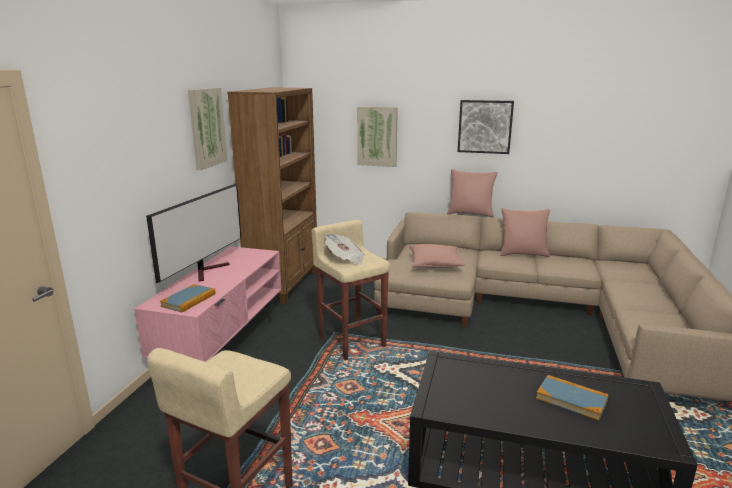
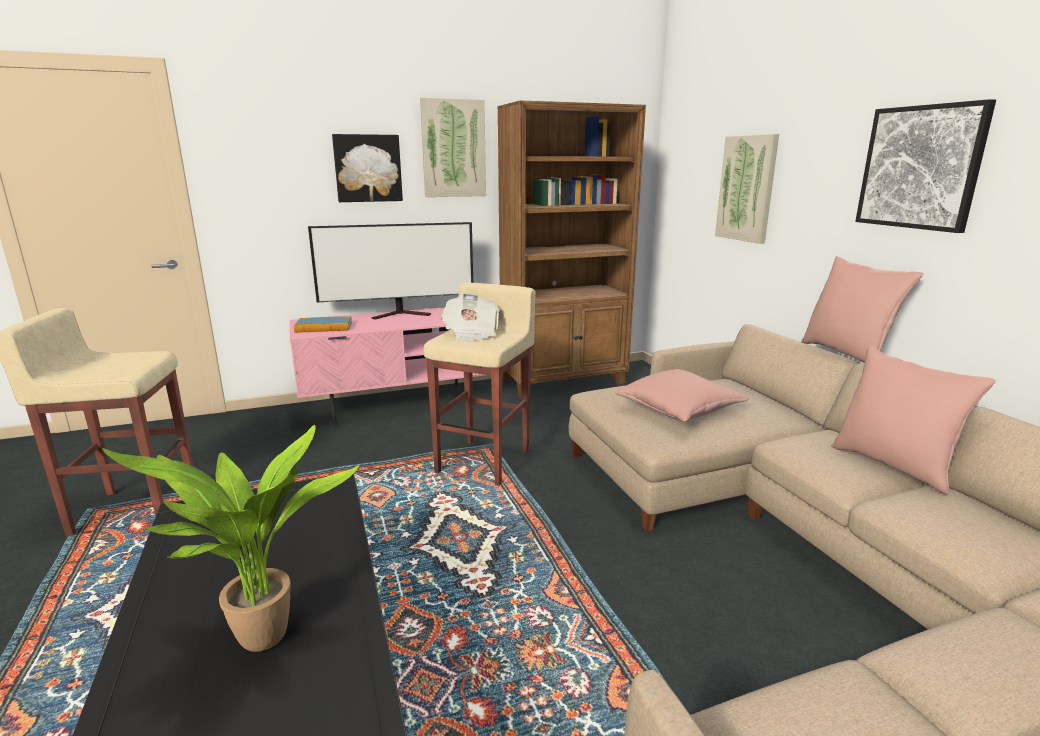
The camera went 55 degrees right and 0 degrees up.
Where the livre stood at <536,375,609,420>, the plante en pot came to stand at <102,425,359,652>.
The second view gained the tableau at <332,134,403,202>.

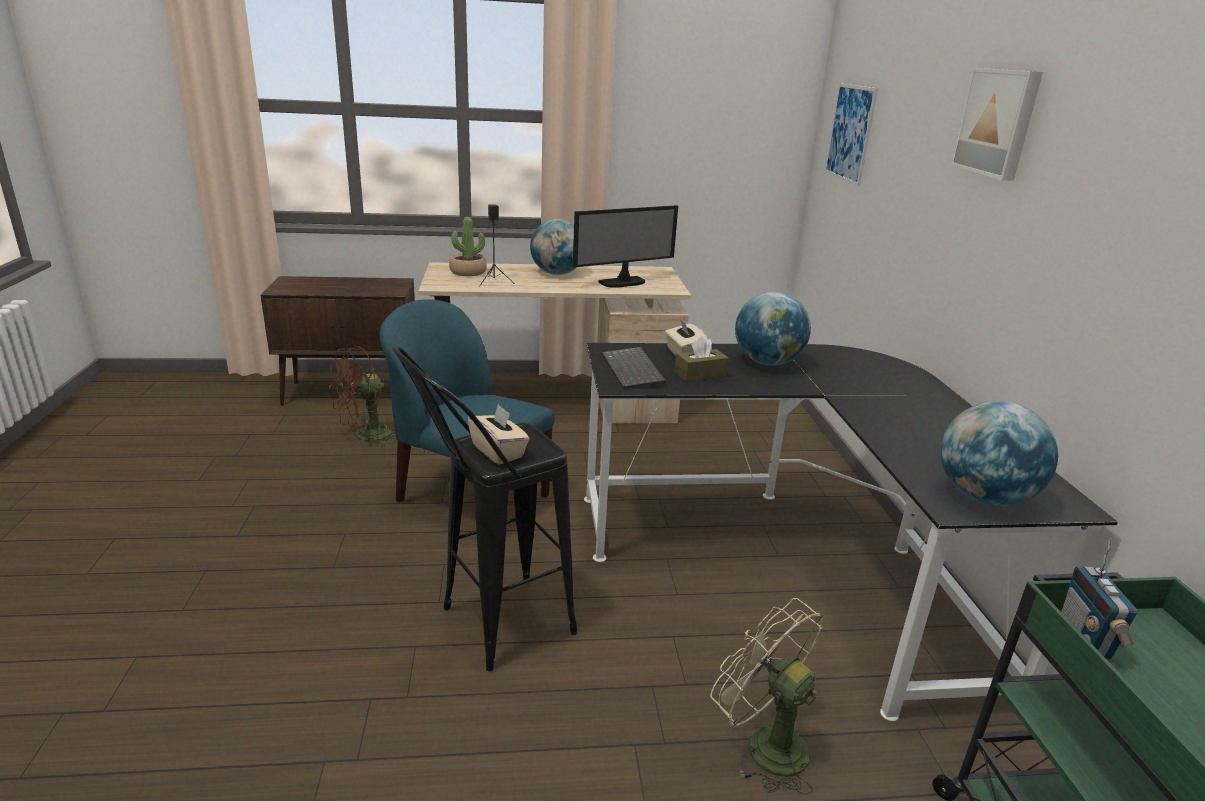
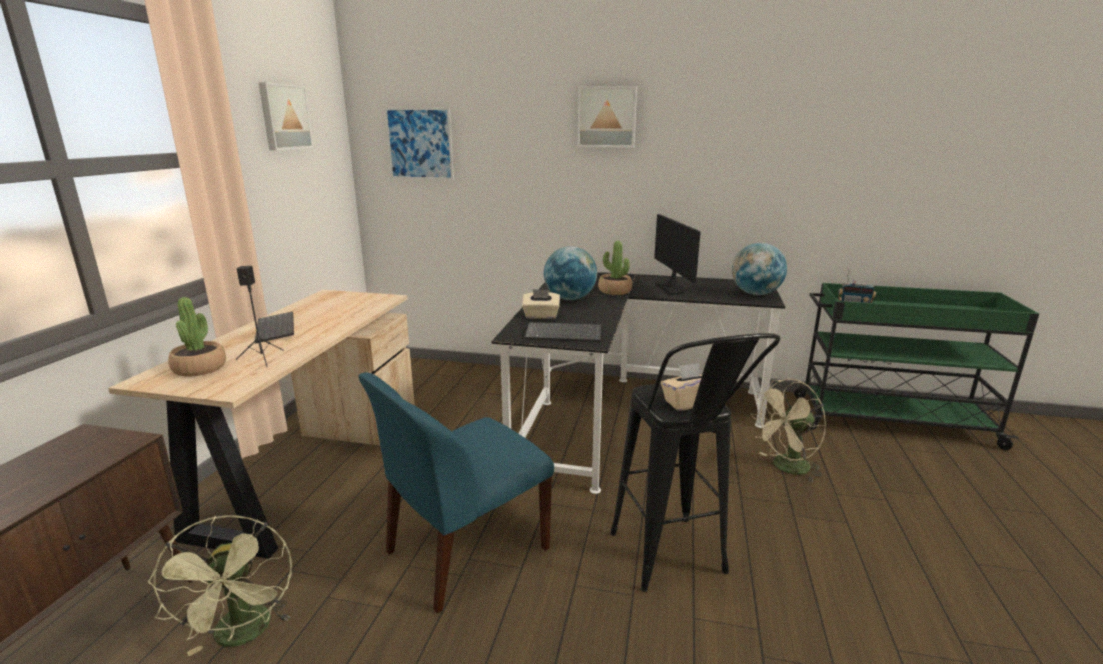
The camera went 70 degrees left and 5 degrees down.
What was the ventilateur/marron at <329,346,397,447> turned into the ventilateur/vert at <148,515,292,656>.
Where the globe stood at <530,219,576,275>, the clavier came to stand at <255,311,294,344>.
The écran d'ordinateur ended up elsewhere, having gone from <573,205,678,288> to <654,214,701,295>.
The second view lost the boîte à mouchoirs/marron at <674,336,729,381>.
The second view gained the tableau at <258,82,314,151>.
The second view gained the plante en pot at <598,241,632,295>.

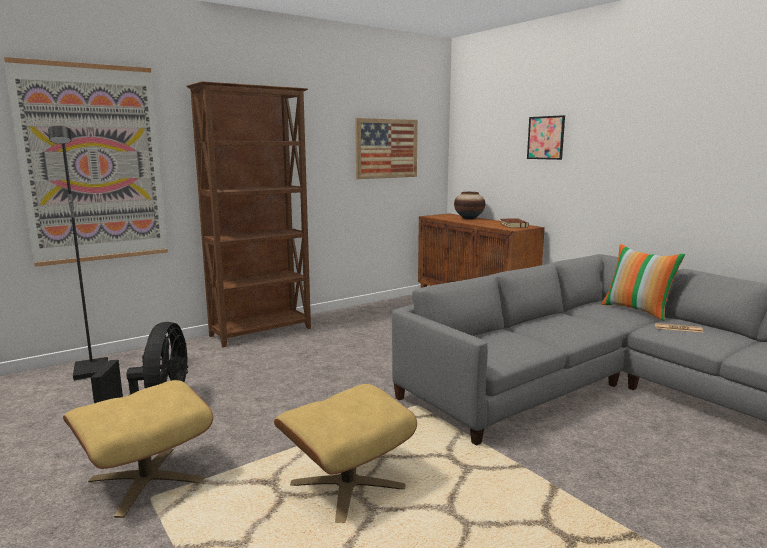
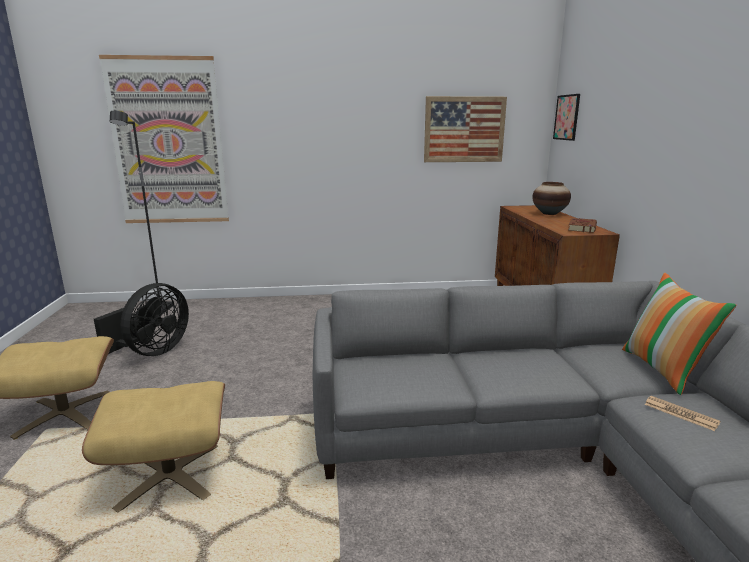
The camera went 30 degrees right and 5 degrees up.
The second view lost the bibliothèque/marron at <186,81,311,347>.
The tableau ended up elsewhere, having gone from <527,115,565,160> to <553,94,580,141>.

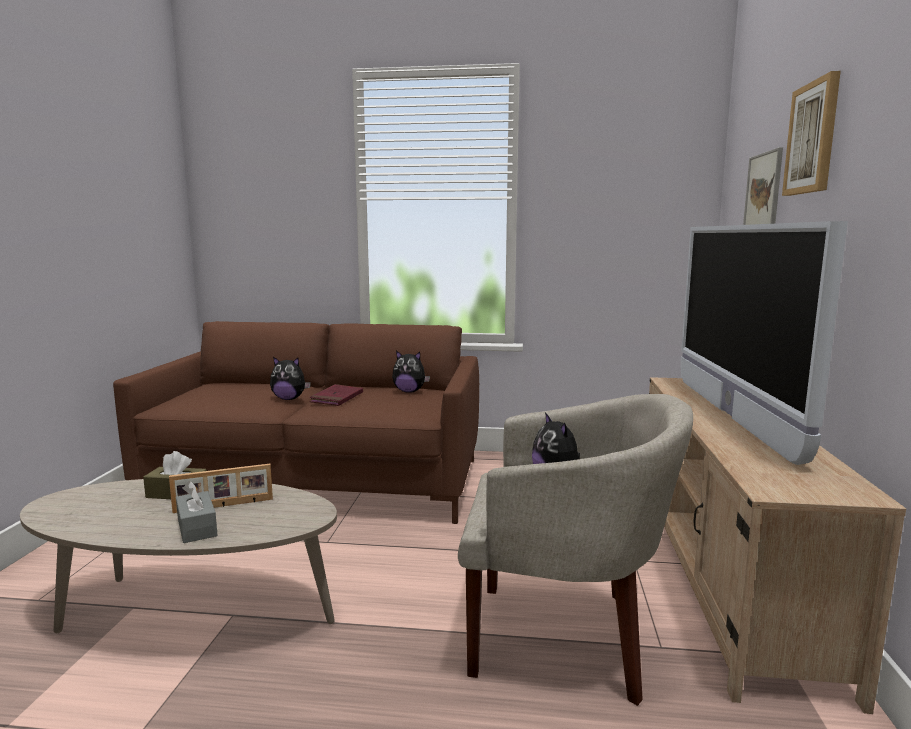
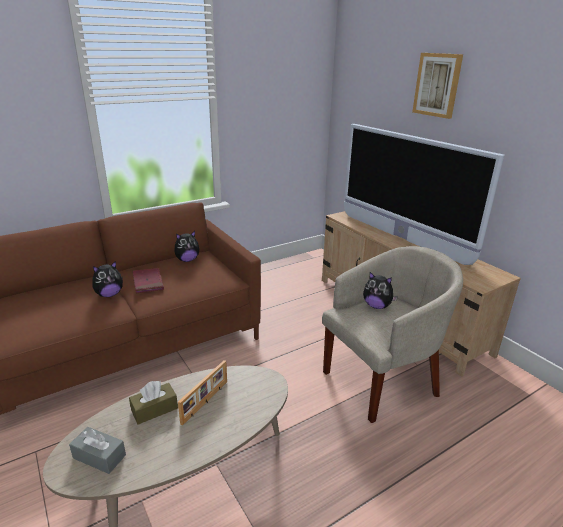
The camera went 40 degrees left and 15 degrees up.
The boîte à mouchoirs/gris ended up elsewhere, having gone from <176,481,218,543> to <69,427,126,474>.
The second view lost the tableau at <743,147,783,225>.

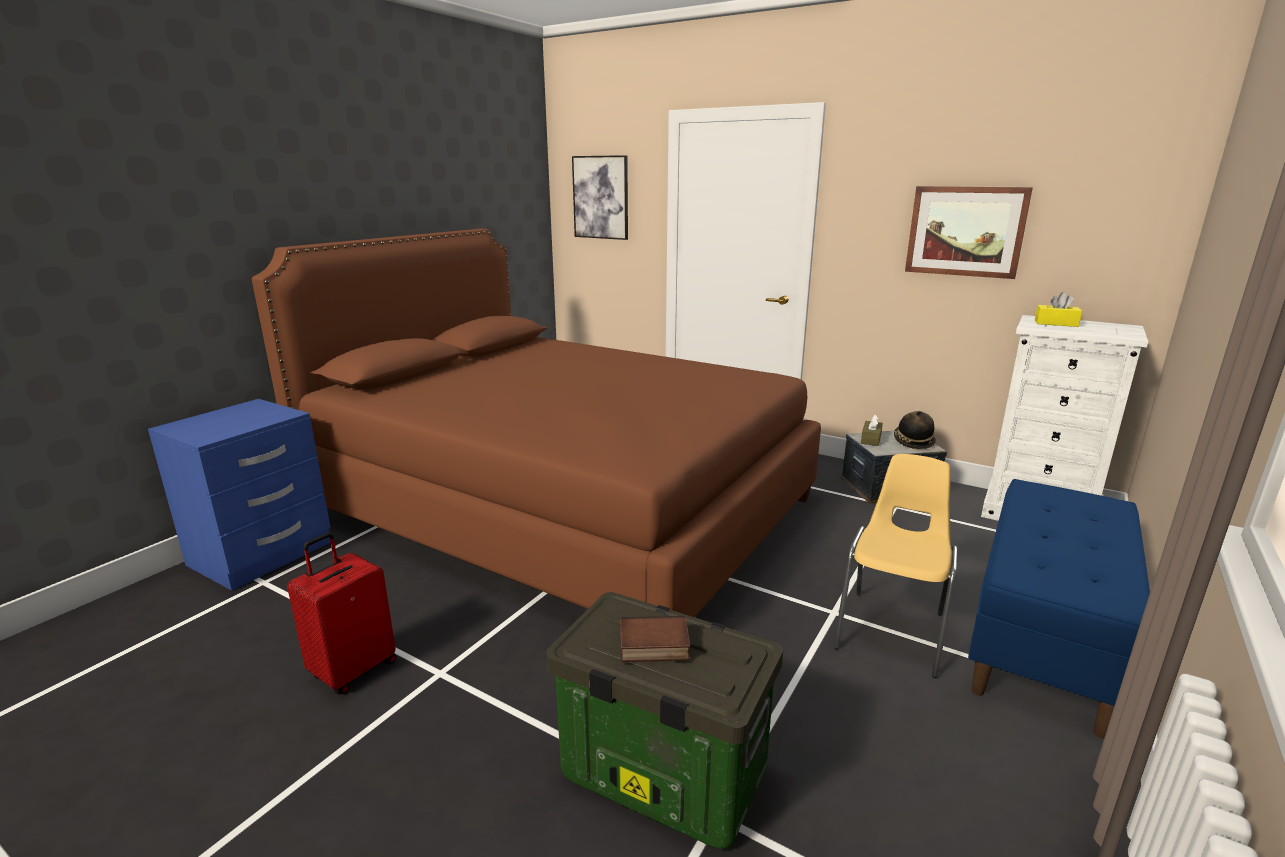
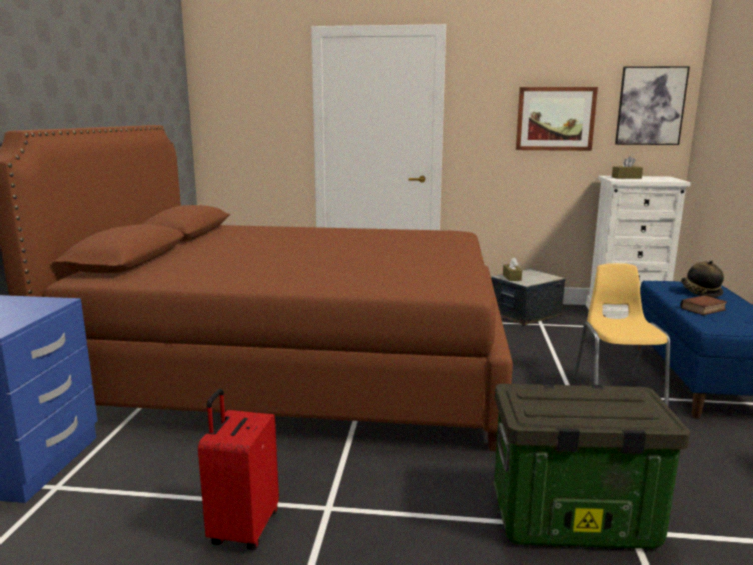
The camera went 25 degrees left and 5 degrees down.
The tableau ended up elsewhere, having gone from <572,155,628,240> to <615,66,690,145>.
The livre ended up elsewhere, having gone from <620,616,691,662> to <680,295,727,315>.
The chapeau ended up elsewhere, having gone from <894,411,936,449> to <681,260,724,297>.
What was the boîte à mouchoirs/jaune at <1035,292,1082,327> turned into the boîte à mouchoirs/marron at <612,156,643,179>.

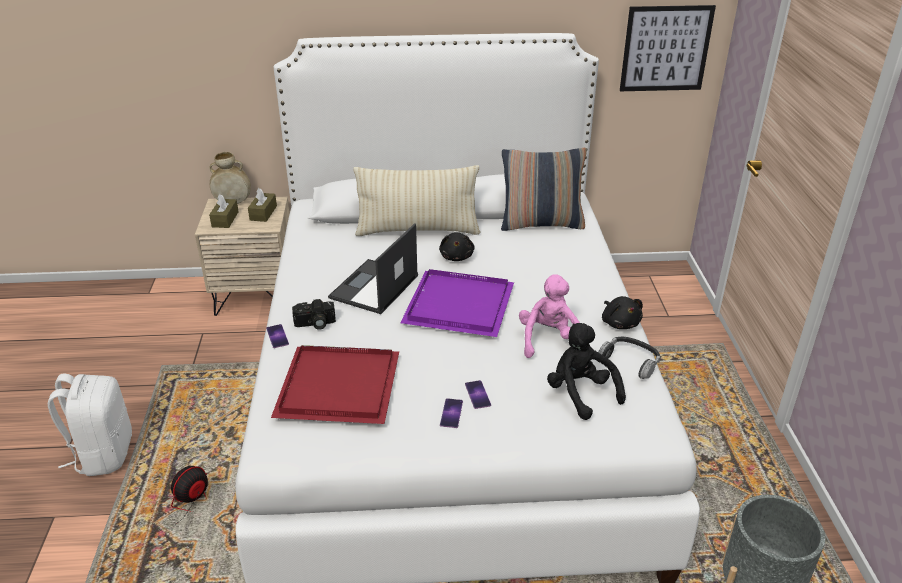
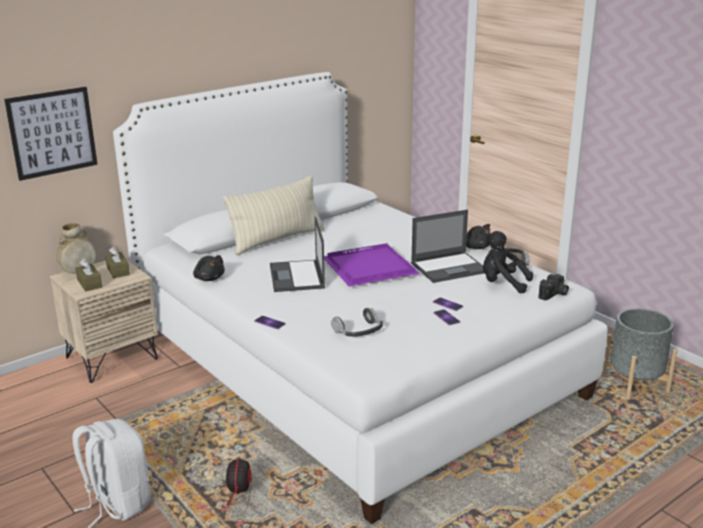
The camera went 35 degrees left and 10 degrees down.
Where the plateau/rouge stood at <271,345,399,424>, the casque audio came to stand at <331,308,383,337>.
The appareil photo ended up elsewhere, having gone from <292,299,336,330> to <538,274,569,300>.
The peluche/noir ended up elsewhere, having gone from <439,232,475,261> to <193,255,225,281>.
The second view lost the coussin at <501,148,587,231>.
Where the peluche/rose stood at <519,274,580,358>, the ordinateur portable came to stand at <411,210,484,283>.
The tableau ended up elsewhere, having gone from <620,5,716,91> to <4,87,98,181>.

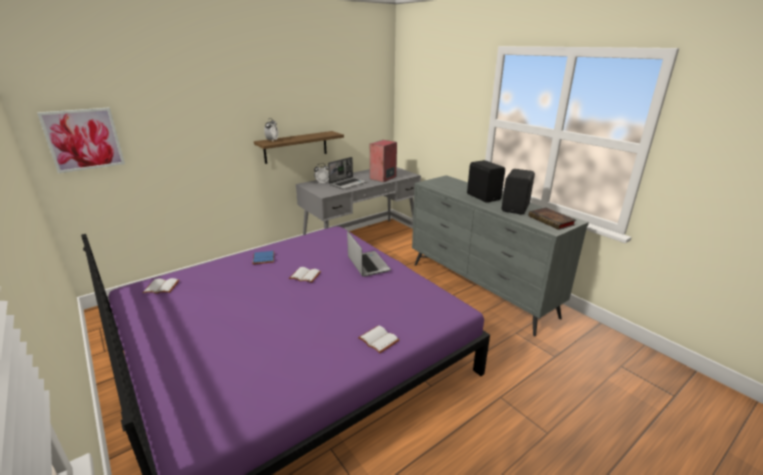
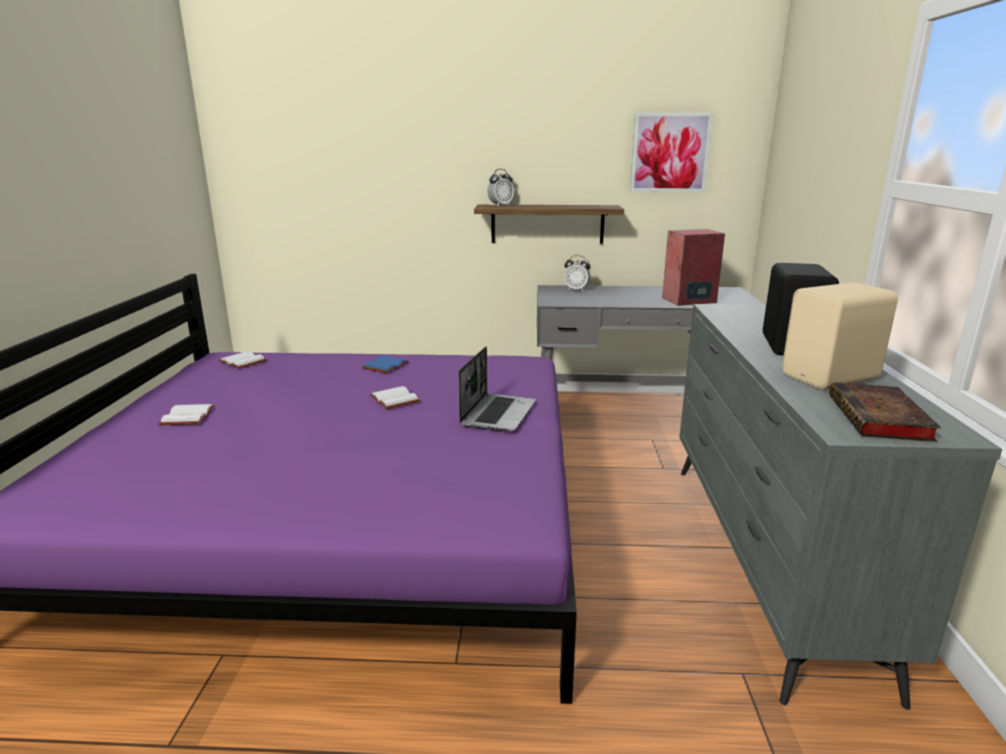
The camera went 40 degrees right and 5 degrees down.
The tableau ended up elsewhere, having gone from <37,107,125,173> to <630,113,713,192>.
The second view lost the ordinateur portable at <328,157,367,189>.
The livre/blanc ended up elsewhere, having gone from <358,326,399,354> to <158,404,215,425>.
What was the enceinte/noir at <502,169,535,215> turned into the enceinte/beige at <782,282,898,389>.

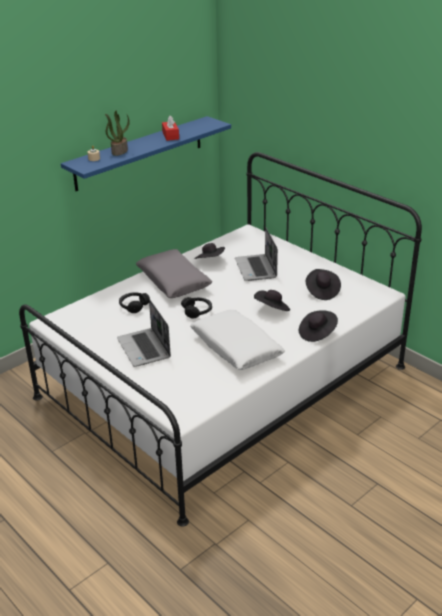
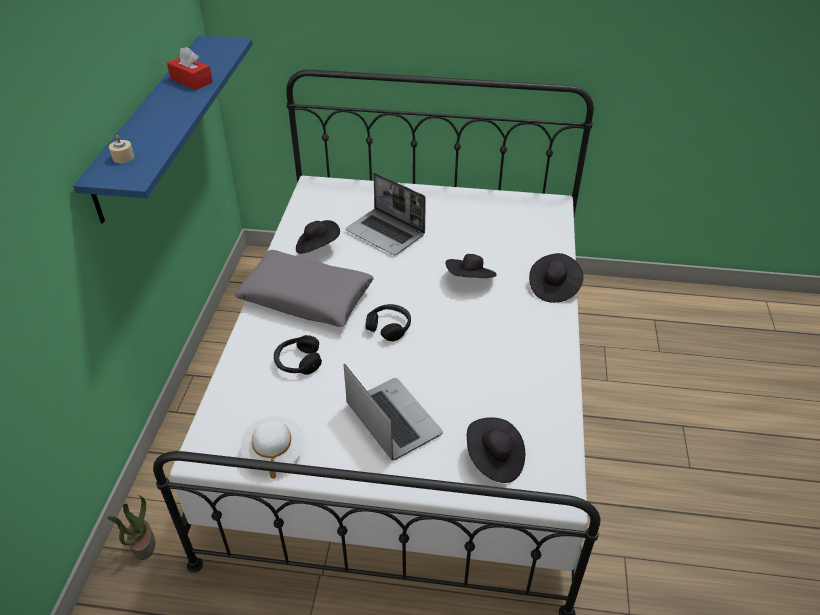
The camera went 40 degrees left and 10 degrees up.
The plante en pot ended up elsewhere, having gone from <105,111,130,156> to <107,495,155,560>.
The ordinateur portable at <117,299,171,367> ended up facing another way, 150 degrees counterclockwise from before.
The second view lost the coussin/blanc at <190,310,285,370>.
The chapeau/noir ended up elsewhere, having gone from <306,269,341,300> to <467,417,525,483>.
The second view gained the chapeau/blanc at <241,416,304,479>.

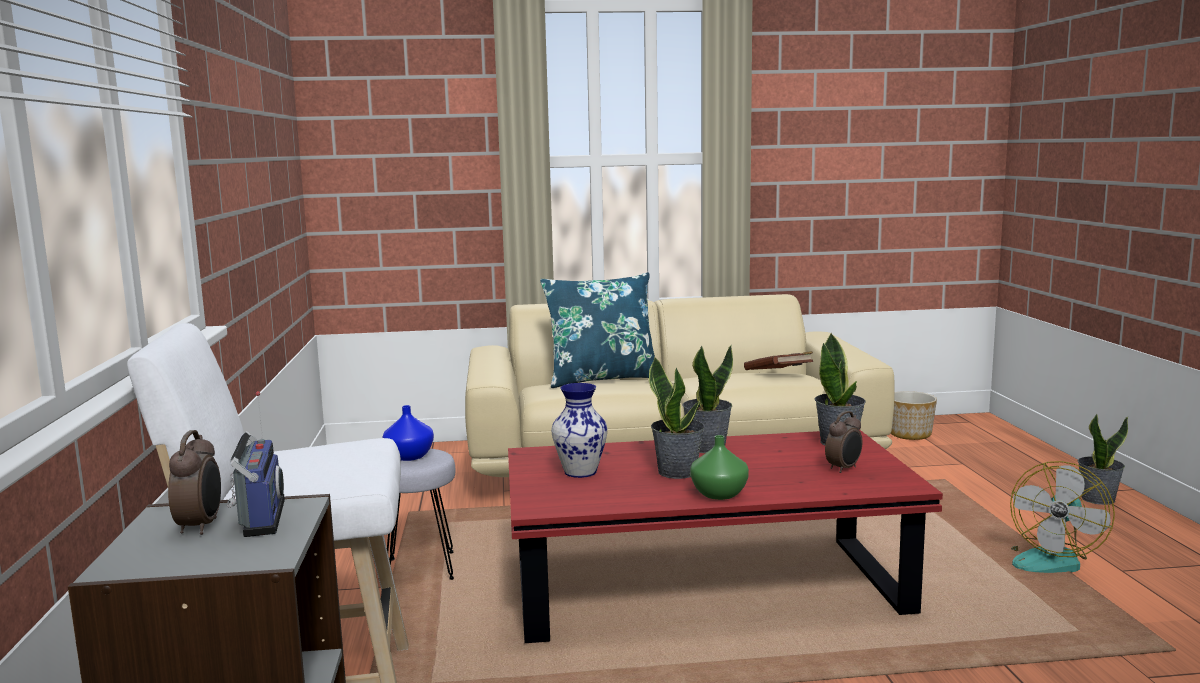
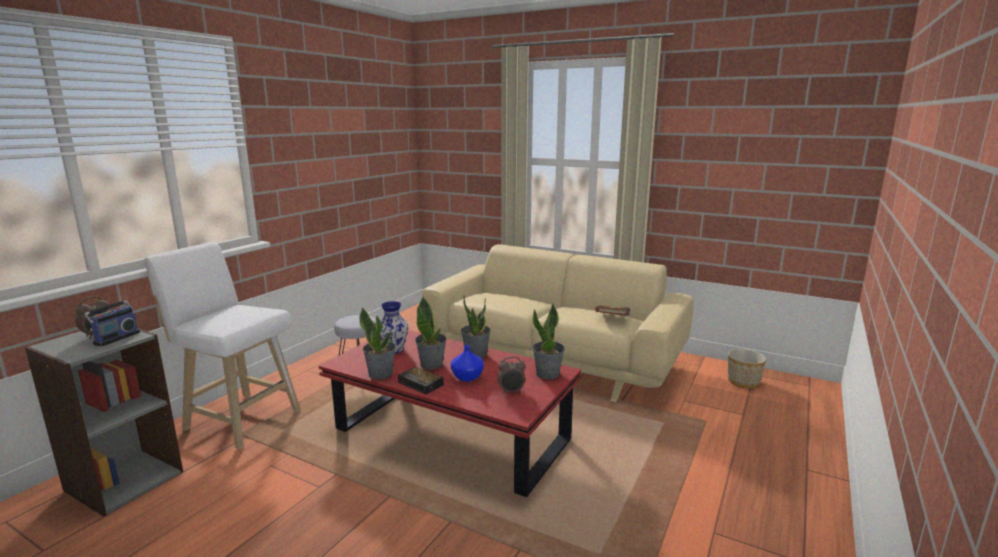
The camera went 35 degrees right and 5 degrees up.
The vase/bleu ended up elsewhere, having gone from <382,405,434,461> to <451,345,484,382>.
The second view lost the coussin/bleu at <540,273,655,388>.
Where the vase/vert stood at <690,435,749,500>, the réveil came to stand at <398,367,444,394>.
The second view lost the ventilateur at <1010,461,1115,573>.
The plante en pot ended up elsewhere, having gone from <1078,413,1128,505> to <359,308,396,380>.

